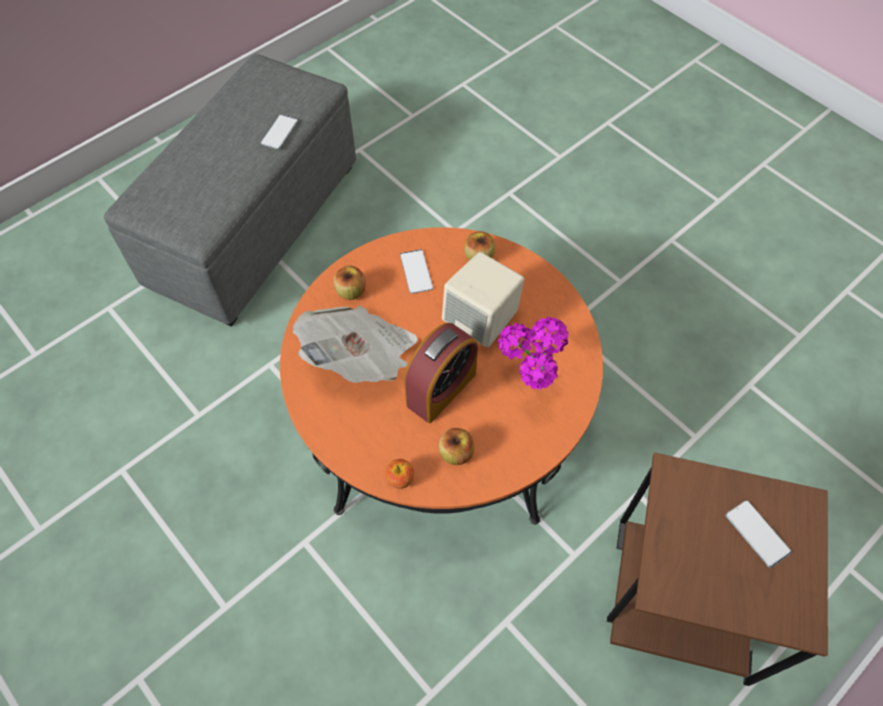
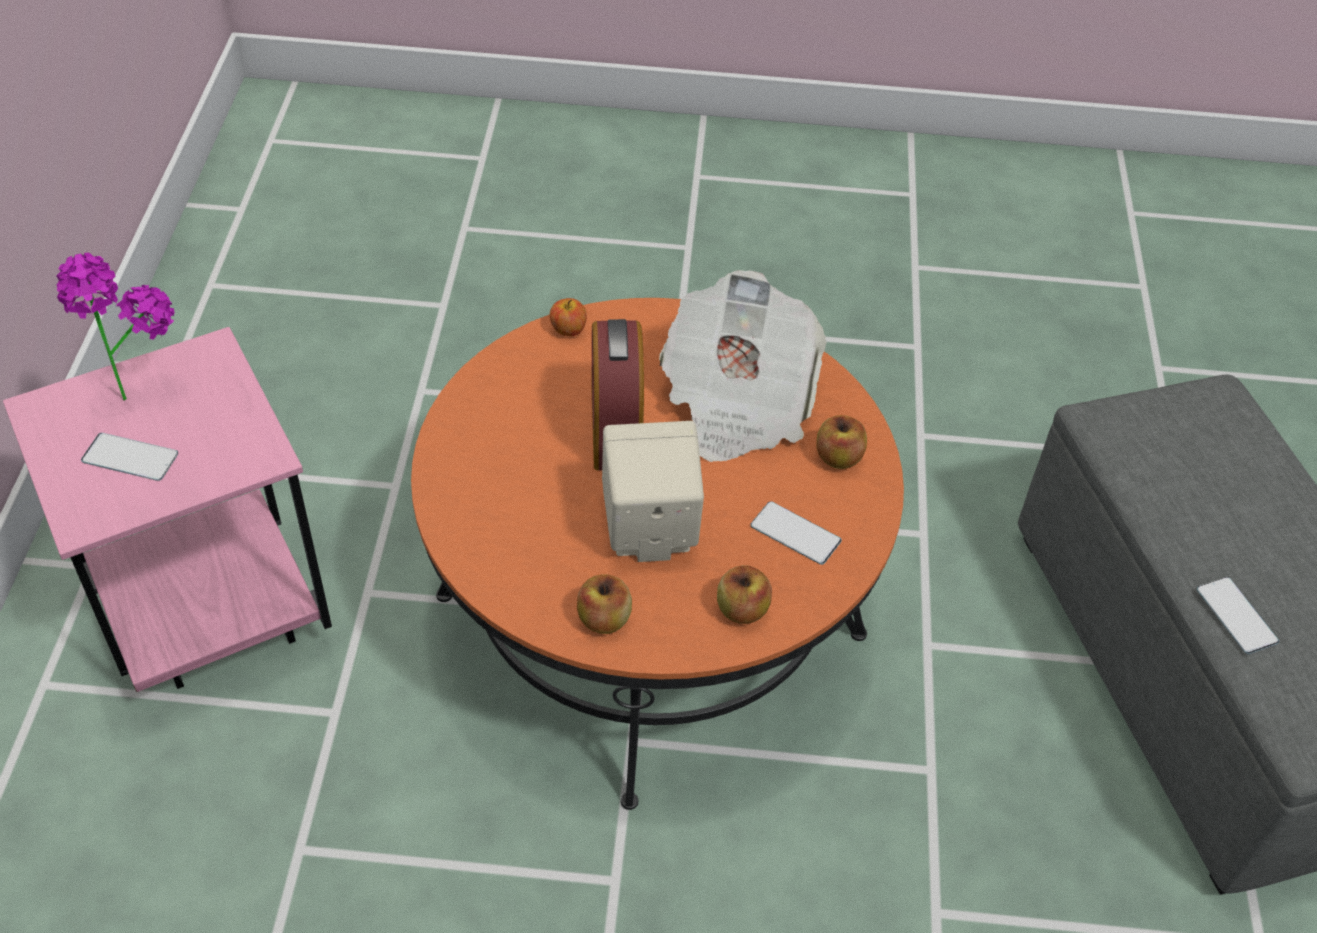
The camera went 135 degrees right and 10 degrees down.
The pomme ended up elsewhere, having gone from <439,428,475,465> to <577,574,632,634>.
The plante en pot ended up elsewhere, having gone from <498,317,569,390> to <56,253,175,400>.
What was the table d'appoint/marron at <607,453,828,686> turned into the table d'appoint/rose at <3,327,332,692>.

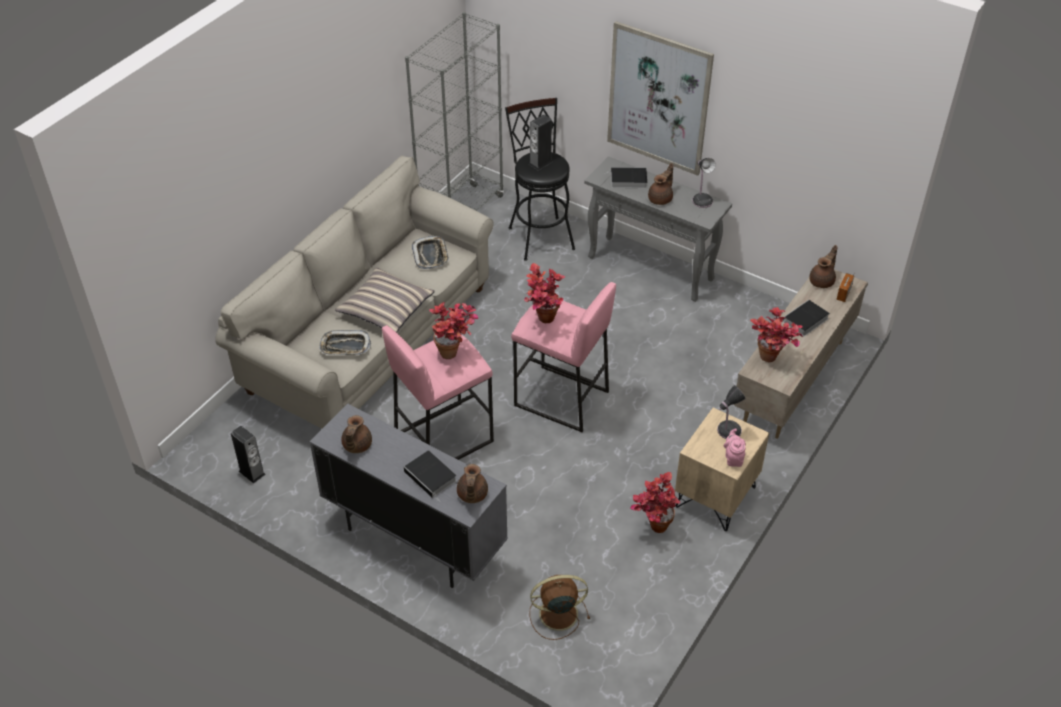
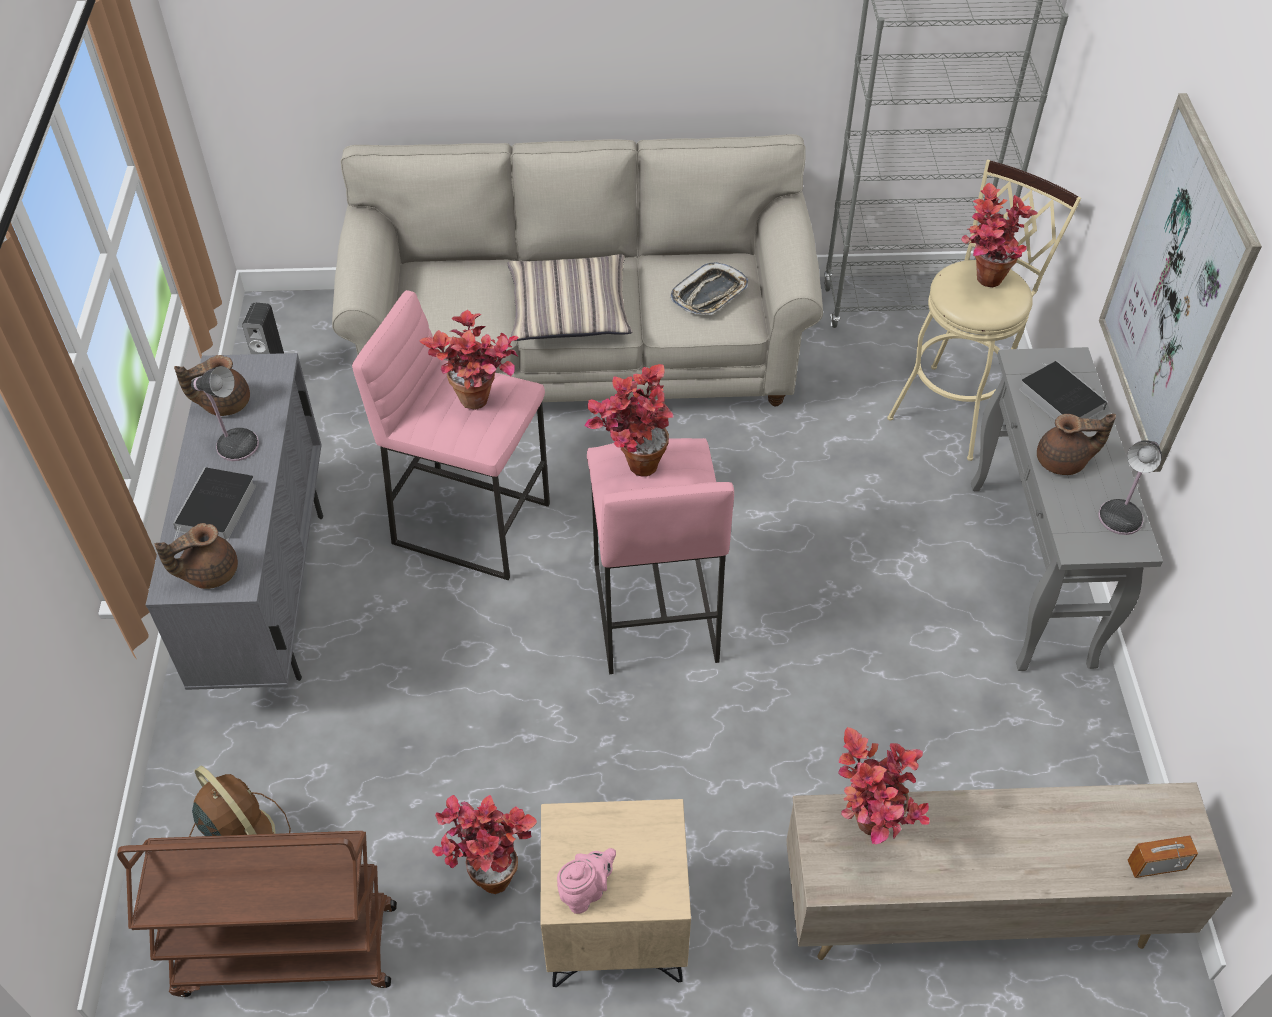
The camera went 55 degrees right and 5 degrees up.
The second view lost the plateau at <319,330,371,355>.
What was the tabouret/noir at <505,98,575,261> turned into the tabouret/beige at <887,160,1081,461>.
Where the enceinte stood at <529,114,552,170>, the plante en pot came to stand at <961,183,1038,287>.
The lampe de table ended up elsewhere, having gone from <717,385,746,439> to <191,366,259,461>.
The second view lost the livre at <781,300,830,336>.
The second view lost the théière/marron at <809,245,838,288>.
The second view gained the chariot/marron at <117,831,397,997>.

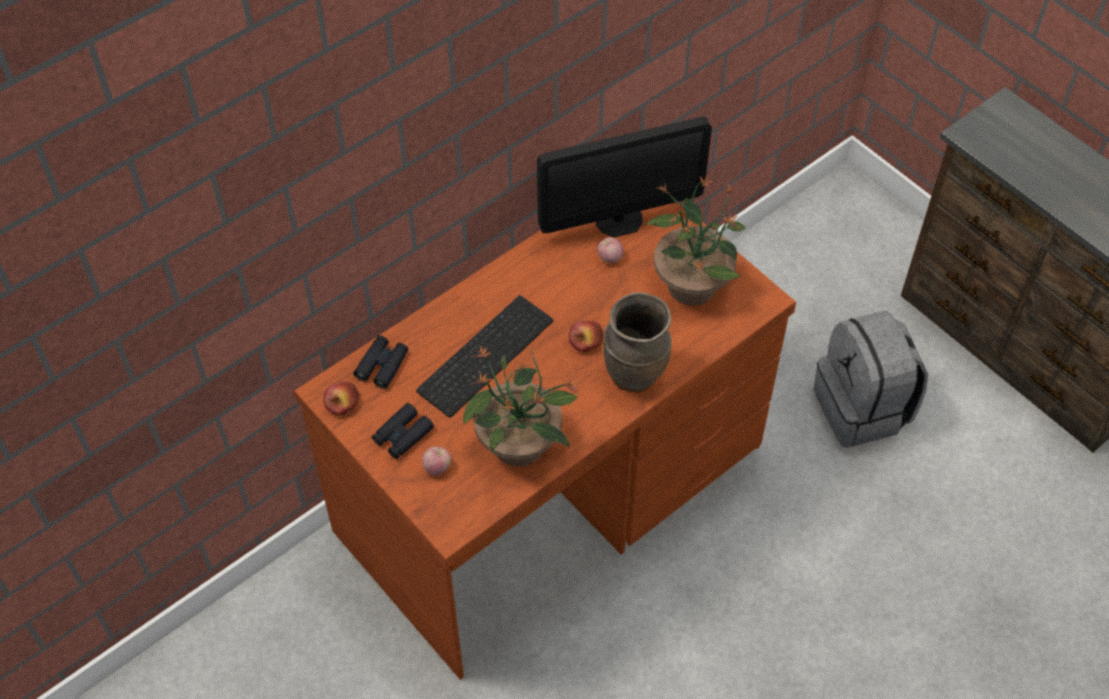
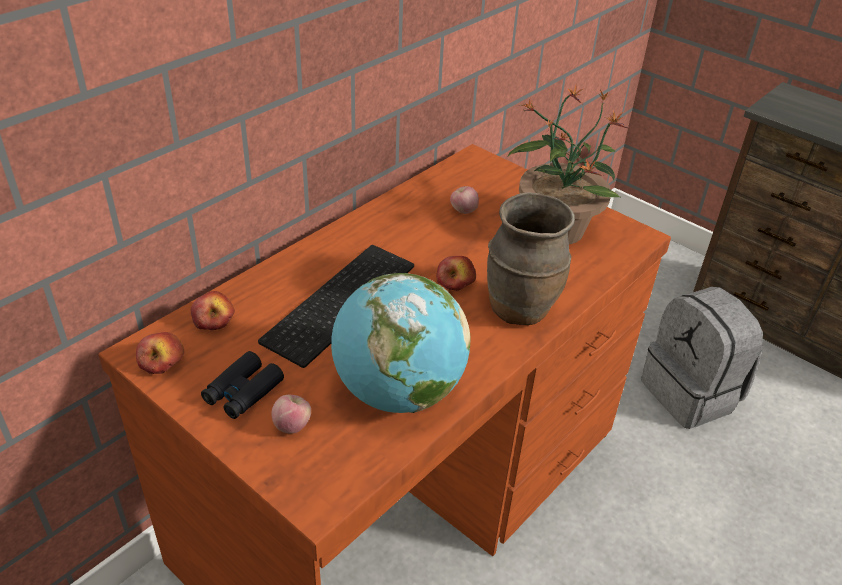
The camera went 10 degrees left and 15 degrees down.
Where the jumelles/noir stood at <354,335,408,389>, the pomme came to stand at <191,291,235,331>.
Where the plante en pot stood at <463,346,578,466>, the globe came to stand at <331,273,471,413>.
The second view lost the écran d'ordinateur at <537,117,712,237>.

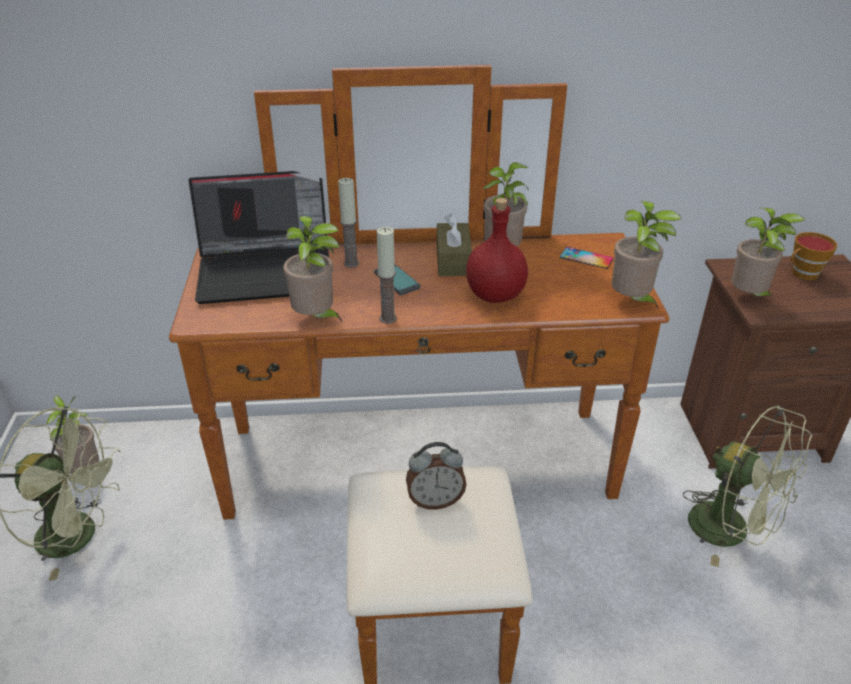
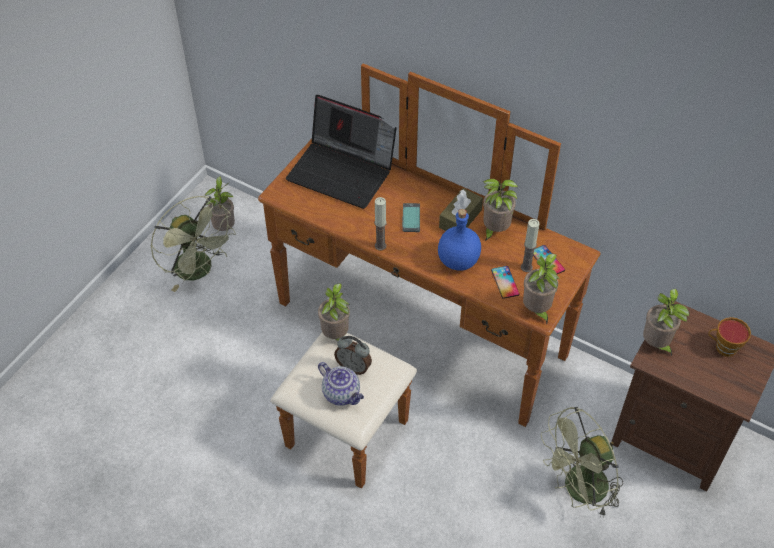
The camera went 35 degrees right and 15 degrees up.
The plante en pot ended up elsewhere, having gone from <283,216,343,323> to <318,283,350,341>.
The bougie ended up elsewhere, having gone from <338,178,359,268> to <521,219,540,272>.
What was the bouteille/rouge at <466,198,528,303> turned into the bouteille/bleu at <438,209,481,271>.
The ventilateur/vert at <683,406,812,567> ended up facing another way, 75 degrees clockwise from before.
The second view gained the théière at <318,362,364,406>.
The second view gained the téléphone at <491,266,519,299>.

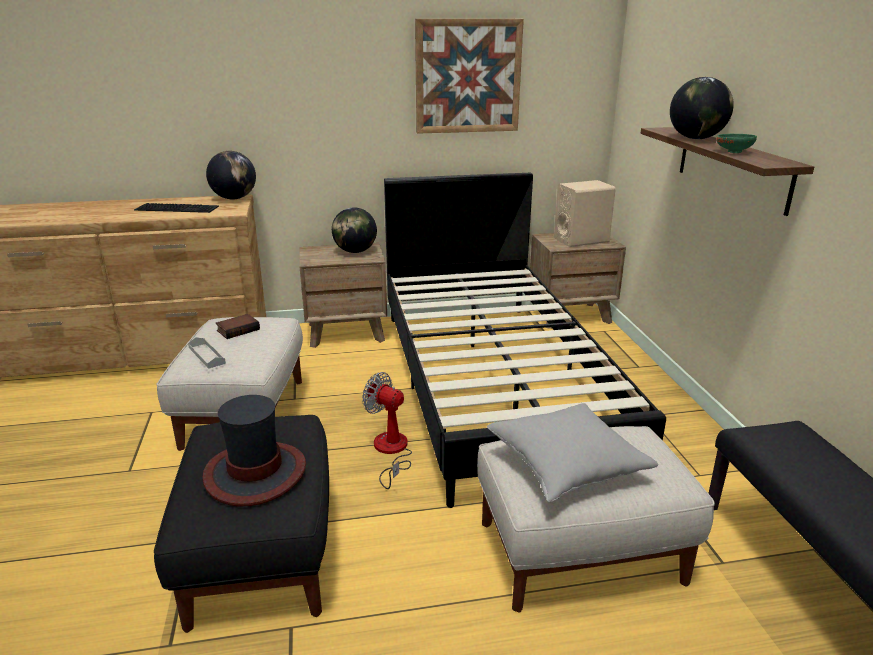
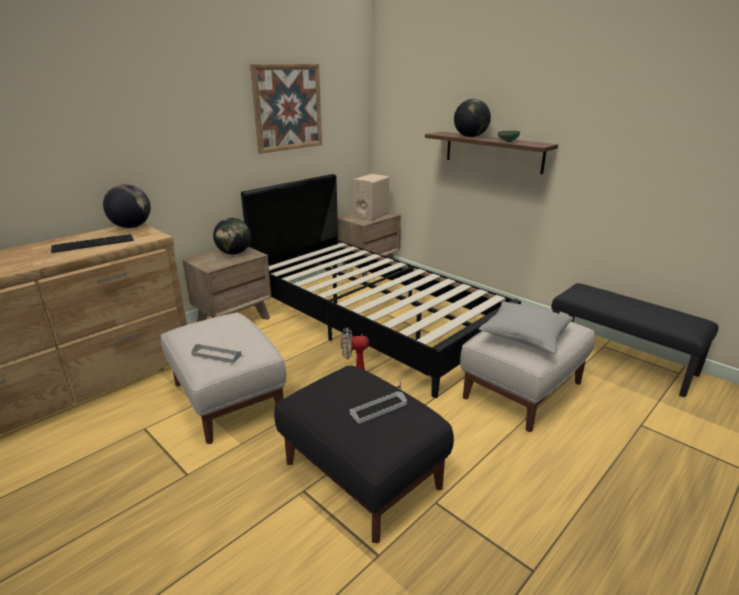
The camera went 35 degrees left and 0 degrees up.
Where the chapeau stood at <202,395,306,506>, the plateau/blanc came to stand at <350,391,407,424>.
The second view lost the livre at <216,314,260,339>.

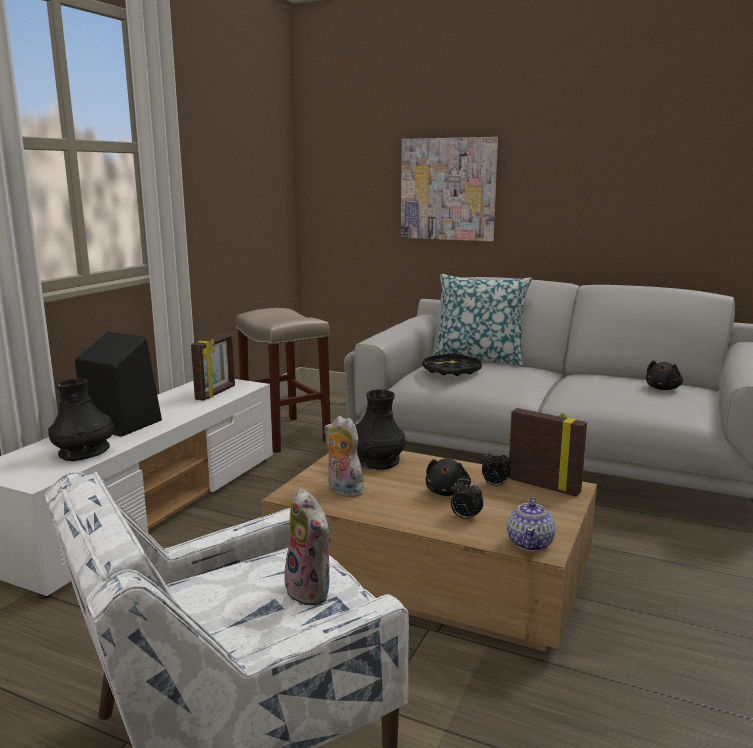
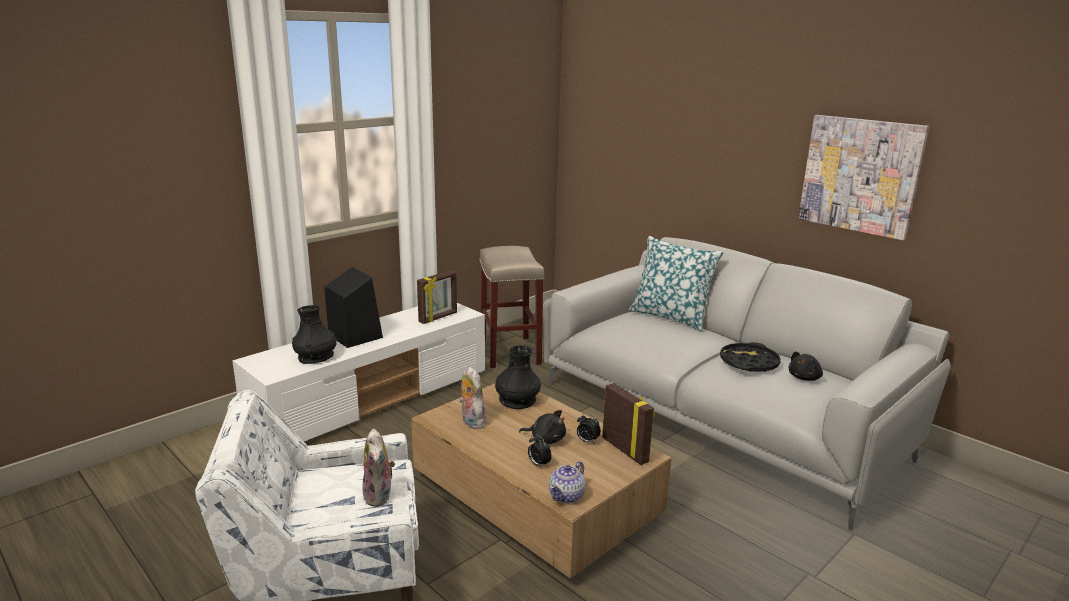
The camera went 20 degrees right and 5 degrees up.
The tableau ended up elsewhere, having gone from <401,137,498,242> to <798,115,930,240>.
The plateau/noir ended up elsewhere, having gone from <422,353,482,376> to <720,342,781,372>.
The peluche/noir at <426,459,471,496> ended up facing another way, 105 degrees counterclockwise from before.

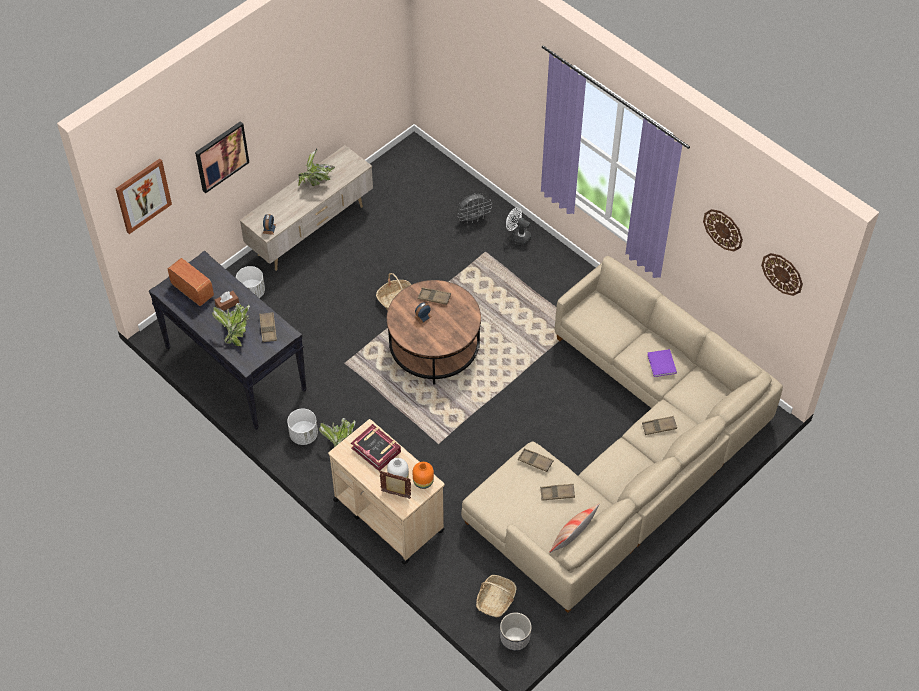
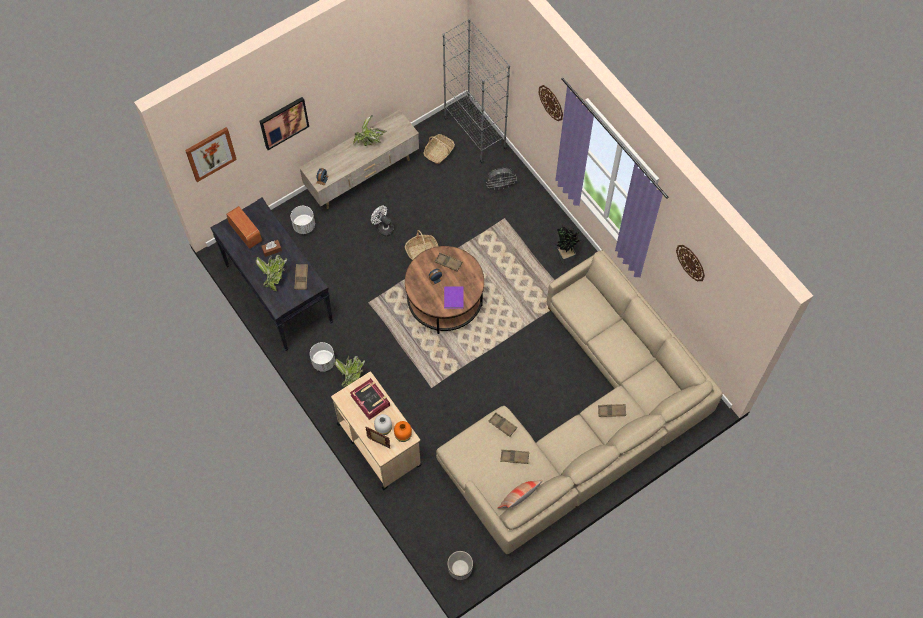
The camera went 10 degrees right and 10 degrees up.
The panier ended up elsewhere, having gone from <476,575,517,617> to <423,134,455,164>.
The ventilateur/blanc ended up elsewhere, having gone from <506,207,531,245> to <371,206,394,237>.
The livre/violet ended up elsewhere, having gone from <647,349,677,377> to <444,286,463,309>.
The horloge murale ended up elsewhere, having gone from <761,253,803,296> to <538,85,563,121>.
The second view gained the bibliothèque/gris at <443,19,510,163>.
The second view gained the plante en pot at <557,225,580,265>.

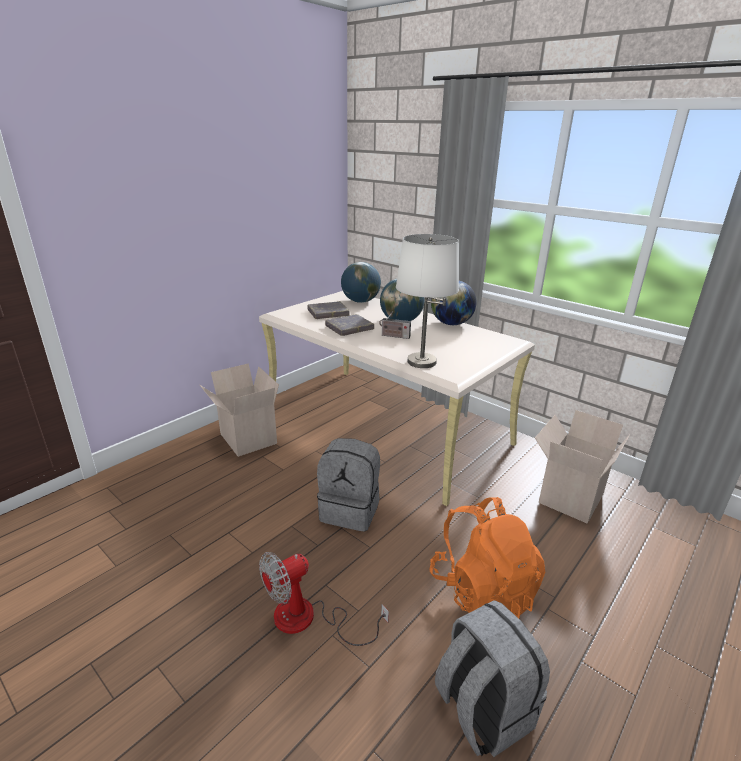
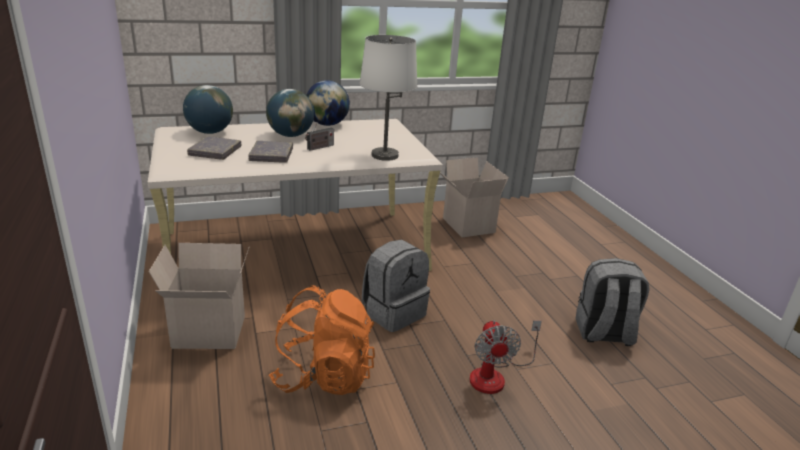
The camera went 60 degrees left and 0 degrees up.
The sac à dos/orange ended up elsewhere, having gone from <429,497,545,618> to <269,285,375,395>.

